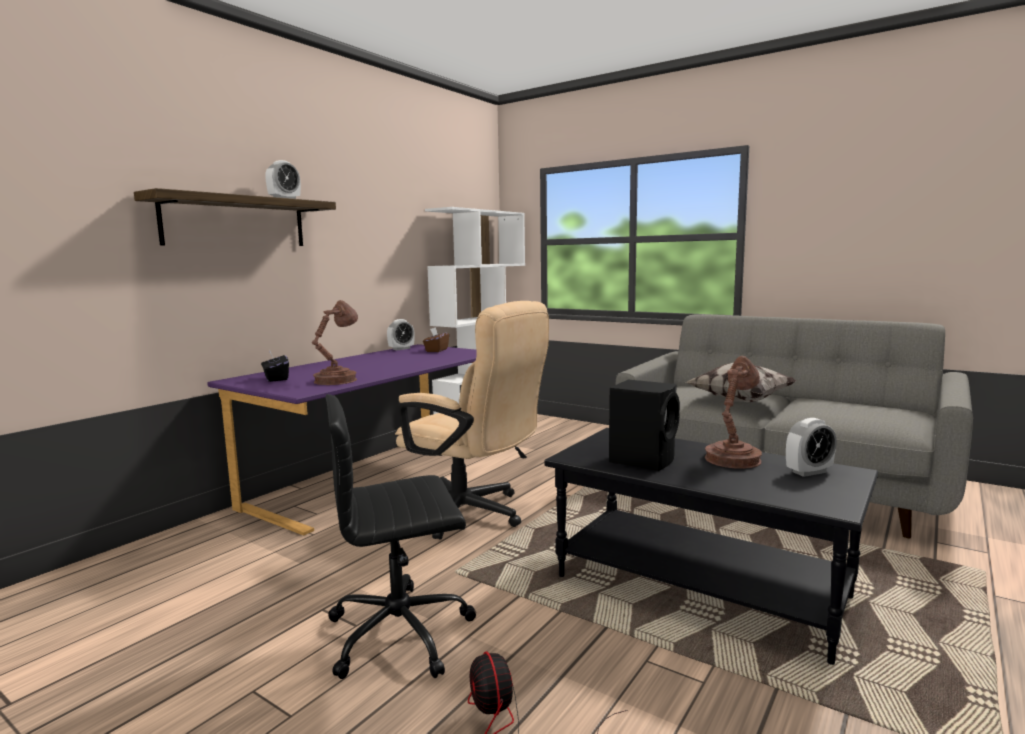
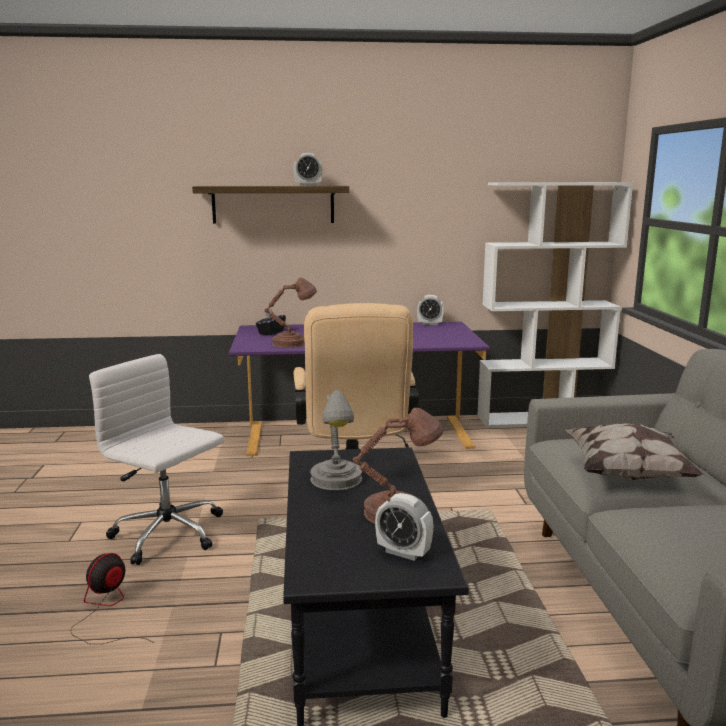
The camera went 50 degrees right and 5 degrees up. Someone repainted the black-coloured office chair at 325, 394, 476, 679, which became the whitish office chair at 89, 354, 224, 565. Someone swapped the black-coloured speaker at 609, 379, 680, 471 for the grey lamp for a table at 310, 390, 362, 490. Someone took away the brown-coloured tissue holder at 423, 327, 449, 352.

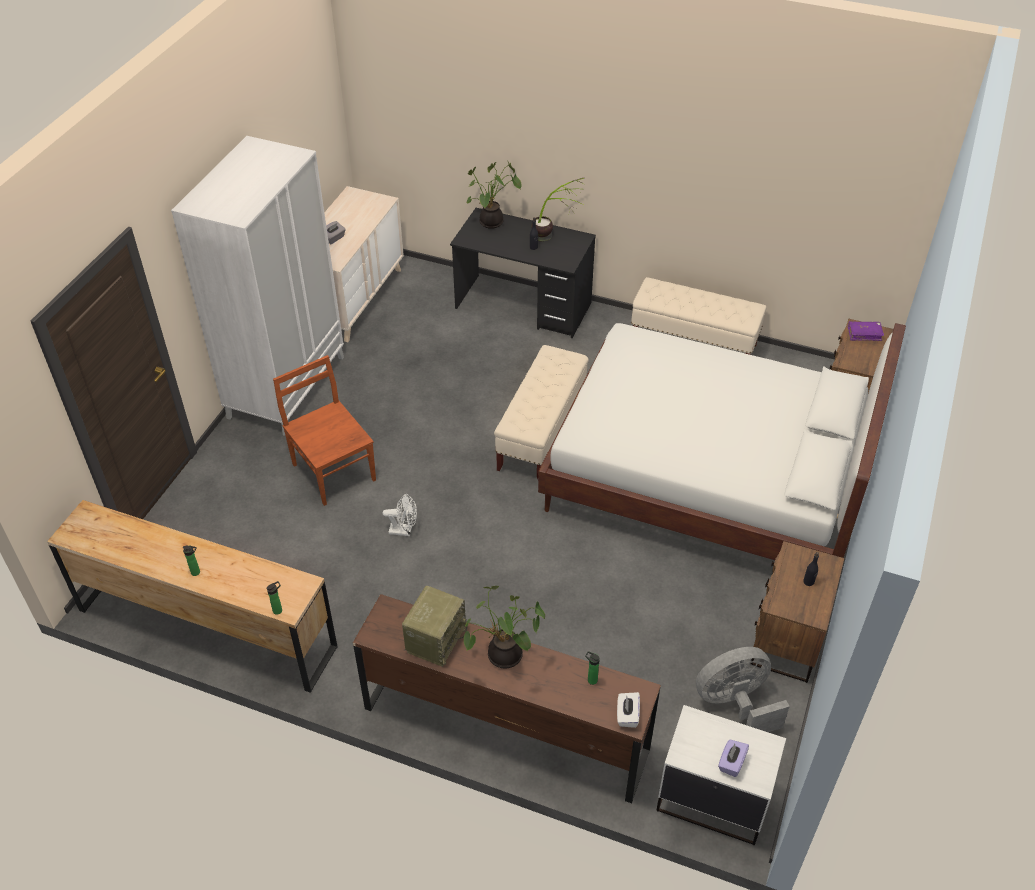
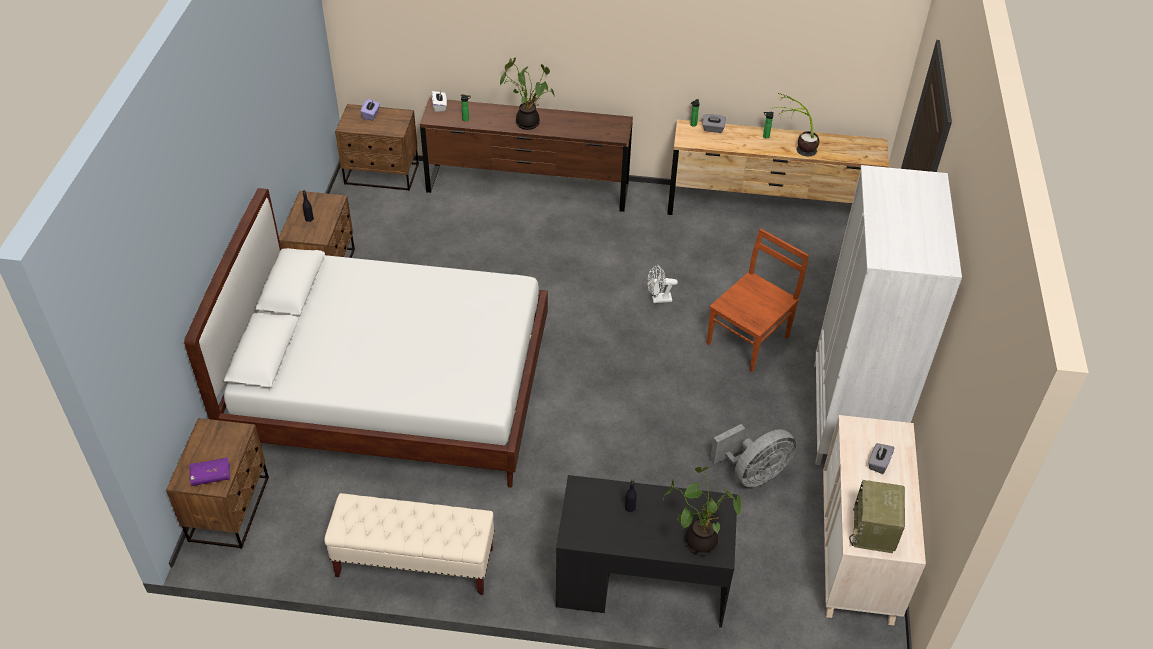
The camera went 165 degrees right and 0 degrees up. Someone repainted the whitish night table at 656, 705, 786, 845, which became the brown-coloured night table at 335, 104, 419, 191. Someone put down the grey tissue holder at 703, 114, 726, 133. Someone rotated the brown-coloured upright chair at 273, 355, 376, 506 by 90 degrees counterclockwise. Someone carried the grey electric fan from 696, 647, 790, 732 to 710, 424, 797, 487. Someone carried the plant in a pot from 531, 178, 584, 241 to 774, 93, 819, 156. Someone carried the radio set from 402, 586, 468, 667 to 849, 480, 905, 553. Someone took away the beige-coloured long seat at 494, 345, 589, 479.

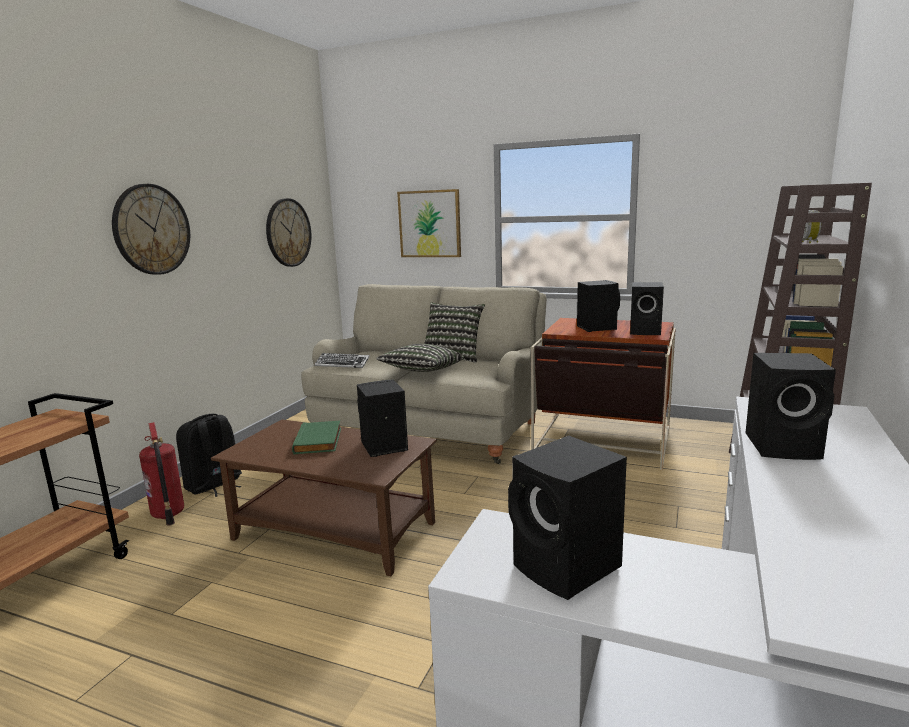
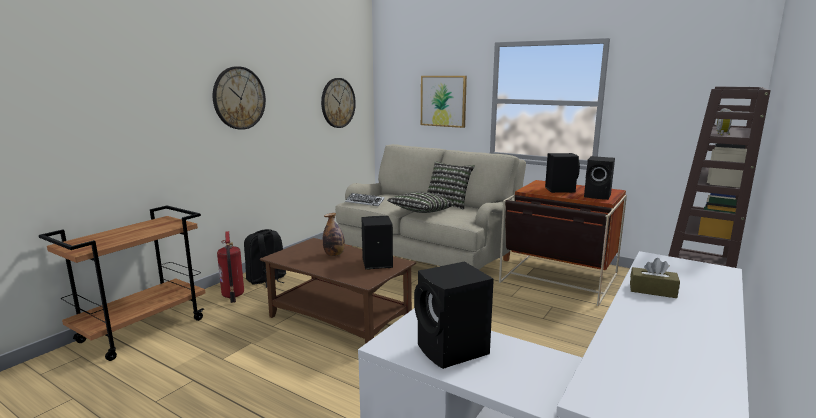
The camera went 10 degrees right and 0 degrees up. Someone swapped the green-coloured bound book at 292, 421, 341, 454 for the beverage bottle at 323, 213, 345, 256. Someone swapped the black-coloured speaker at 746, 353, 836, 460 for the brown-coloured tissue holder at 630, 258, 680, 298.

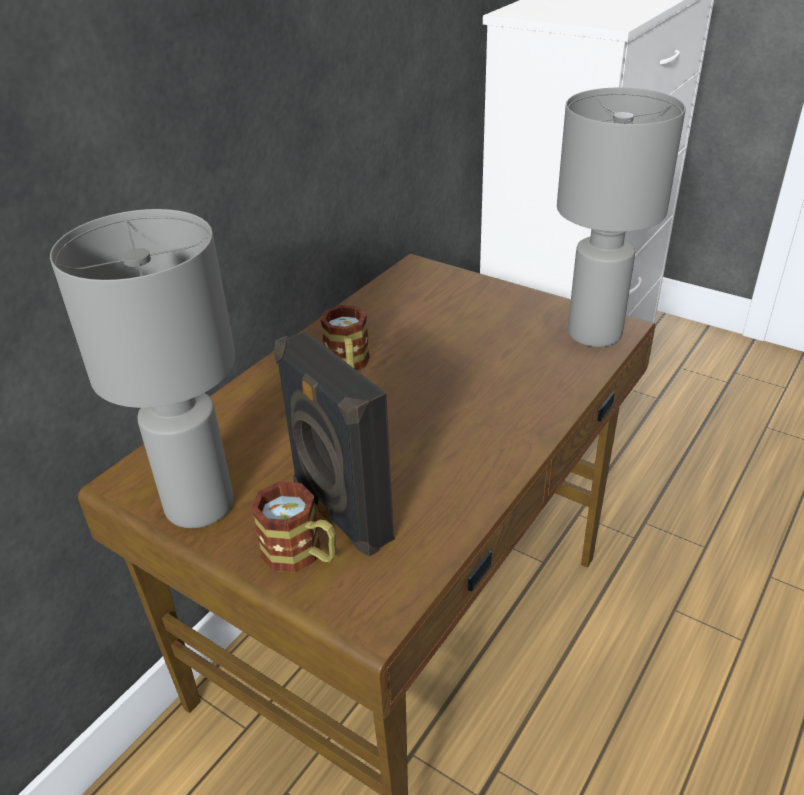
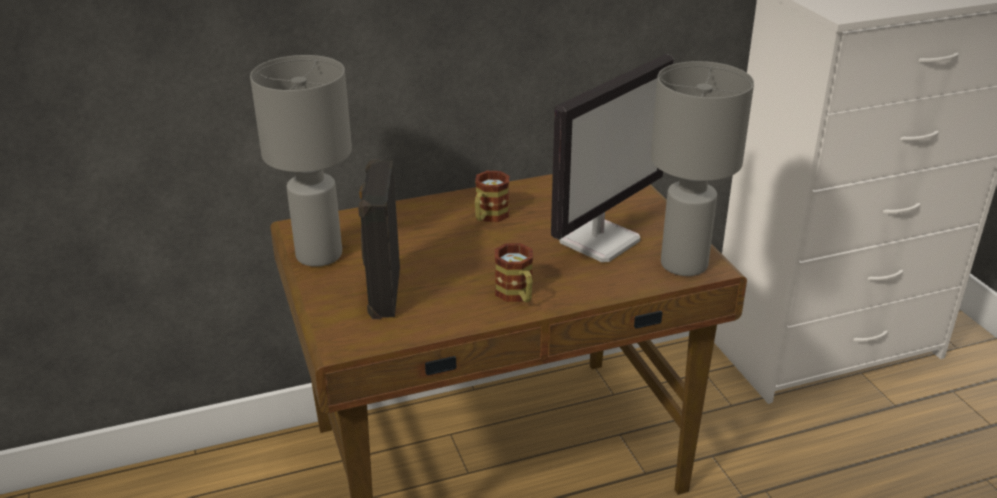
The camera went 35 degrees right and 5 degrees down. Someone carried the mug from 251, 481, 336, 573 to 495, 243, 533, 302. Someone put down the monitor at 551, 54, 674, 262.

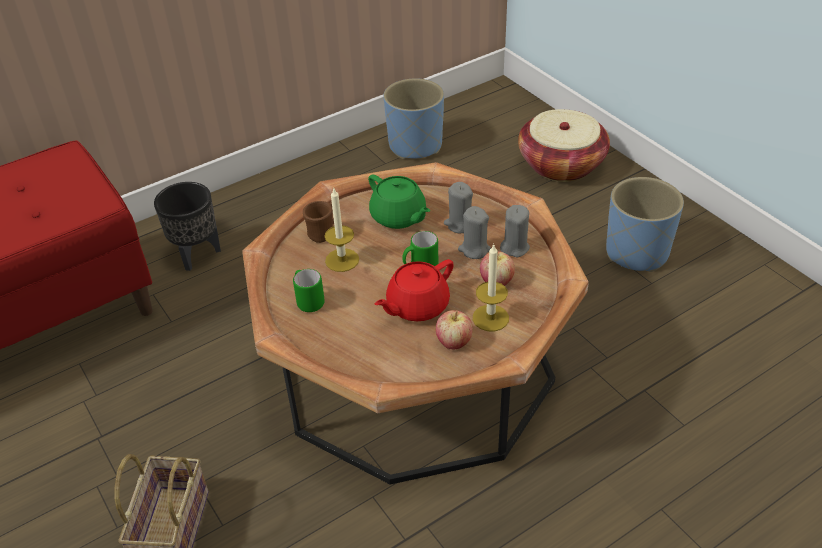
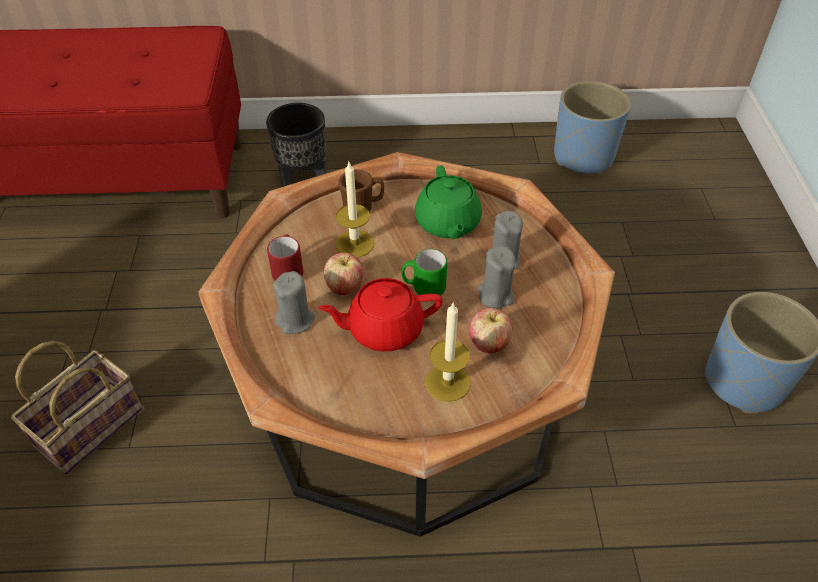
The camera went 30 degrees right and 5 degrees up. Someone repainted the green-coloured mug at 293, 269, 325, 312, which became the red mug at 267, 234, 303, 281. Someone carried the grey wax light from 500, 205, 530, 257 to 273, 271, 315, 334. Someone carried the apple fruit from 436, 310, 472, 349 to 324, 252, 363, 295. Someone took away the storage basket at 518, 109, 610, 182.

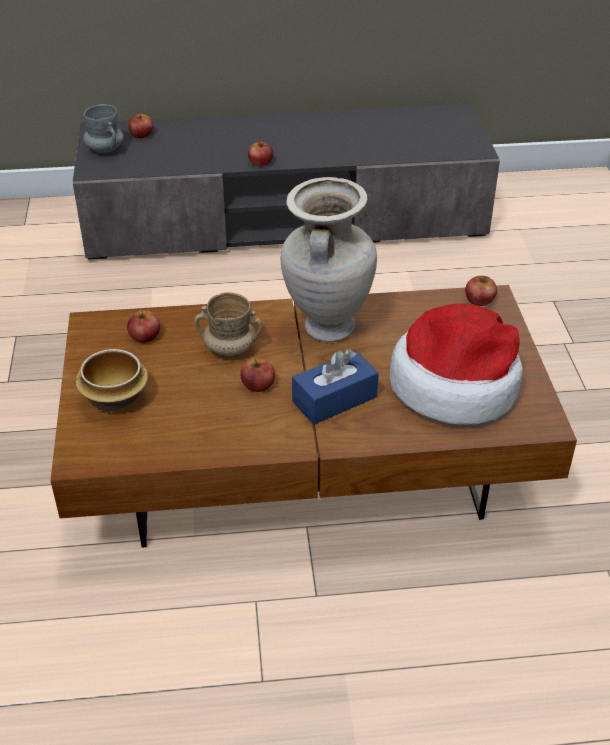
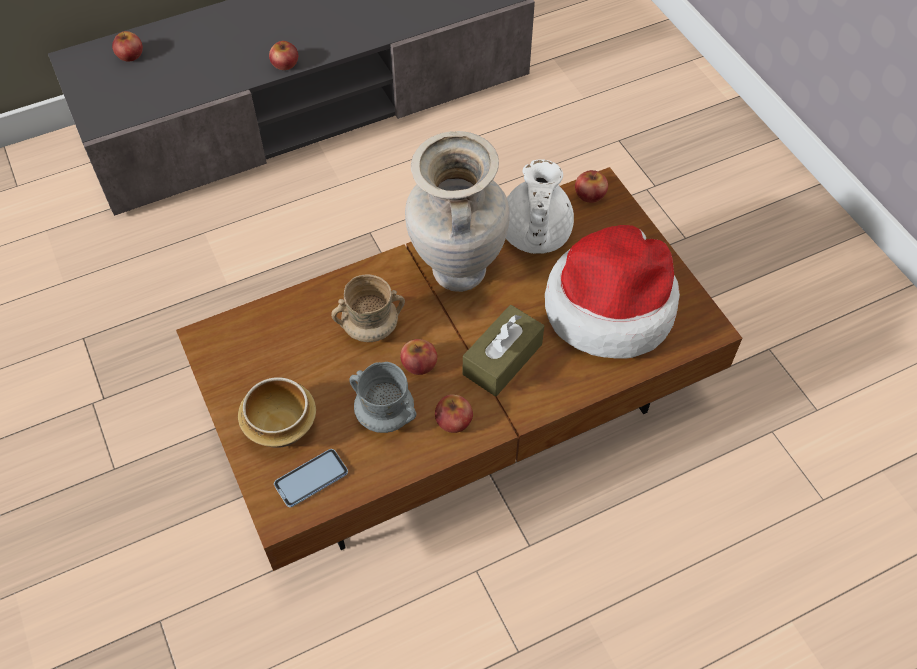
The camera went 20 degrees left and 15 degrees up. Someone put down the telephone at 274, 449, 348, 507. Someone carried the grey mug from 83, 104, 124, 154 to 349, 362, 417, 433. Someone carried the apple fruit from 127, 310, 160, 343 to 435, 394, 473, 433. Someone repainted the bluish tissue holder at 292, 349, 379, 425, which became the brown-coloured tissue holder at 463, 305, 544, 396. Someone put down the whitish pot for tea at 506, 159, 574, 254.

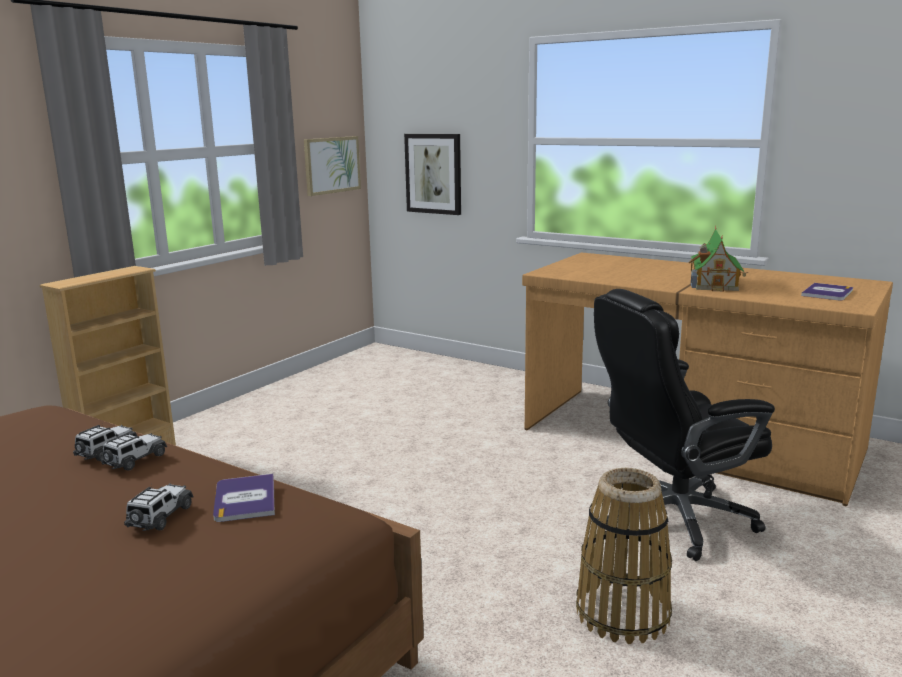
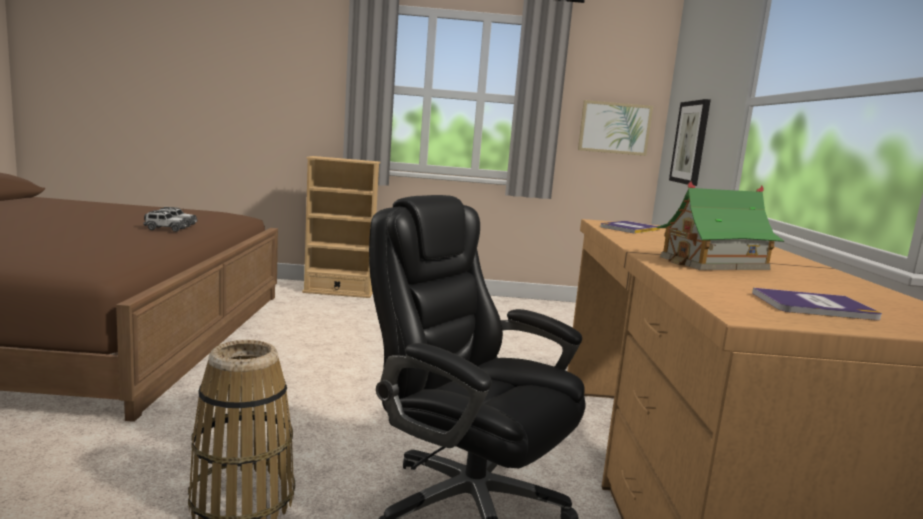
The camera went 55 degrees right and 5 degrees down. Someone carried the bound book from 213, 474, 275, 522 to 601, 221, 660, 234. Someone took away the toy car at 124, 483, 193, 531.

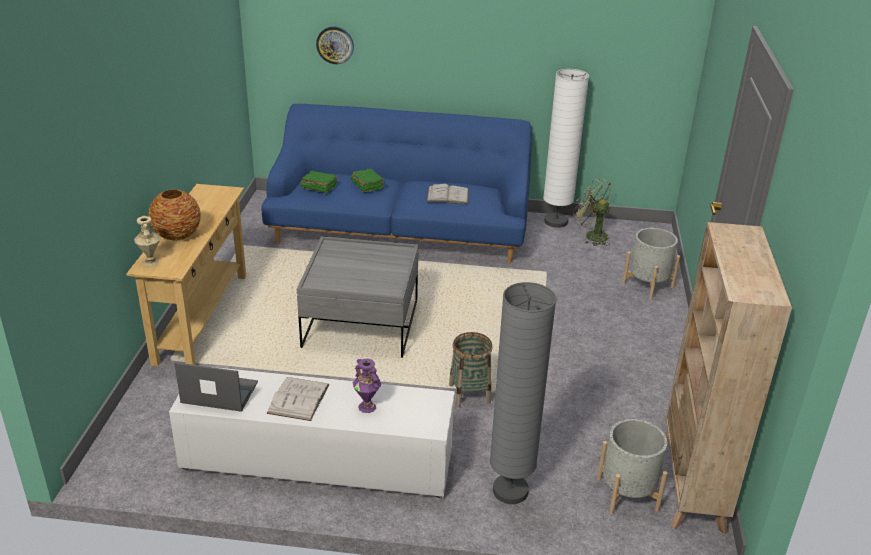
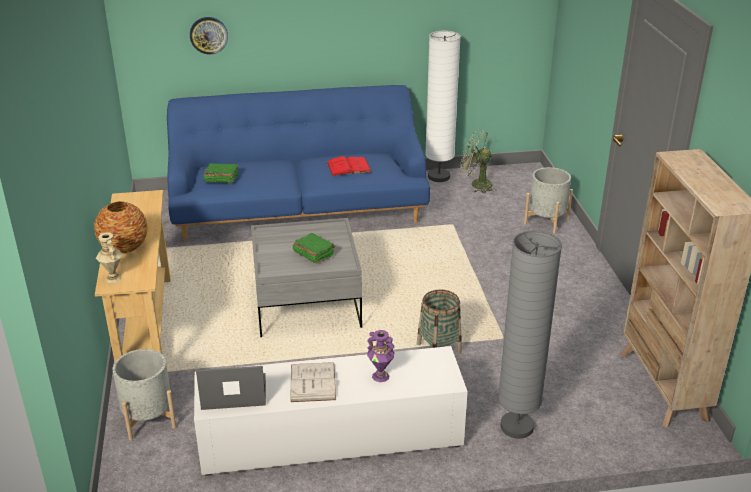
The camera went 15 degrees left and 0 degrees up. Someone carried the grey flower pot from 597, 419, 668, 515 to 113, 349, 176, 440. Someone carried the green-coloured bound book from 351, 169, 385, 192 to 293, 233, 335, 263. Someone repainted the whitish bound book at 427, 184, 469, 204, which became the red bound book at 327, 156, 372, 176.

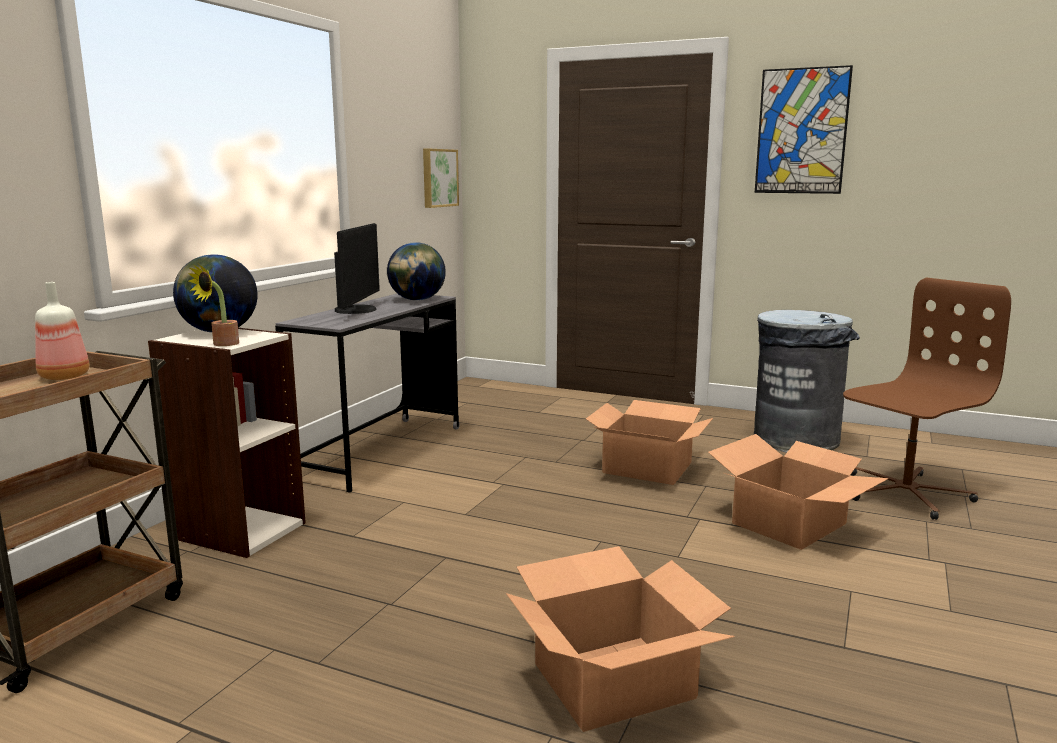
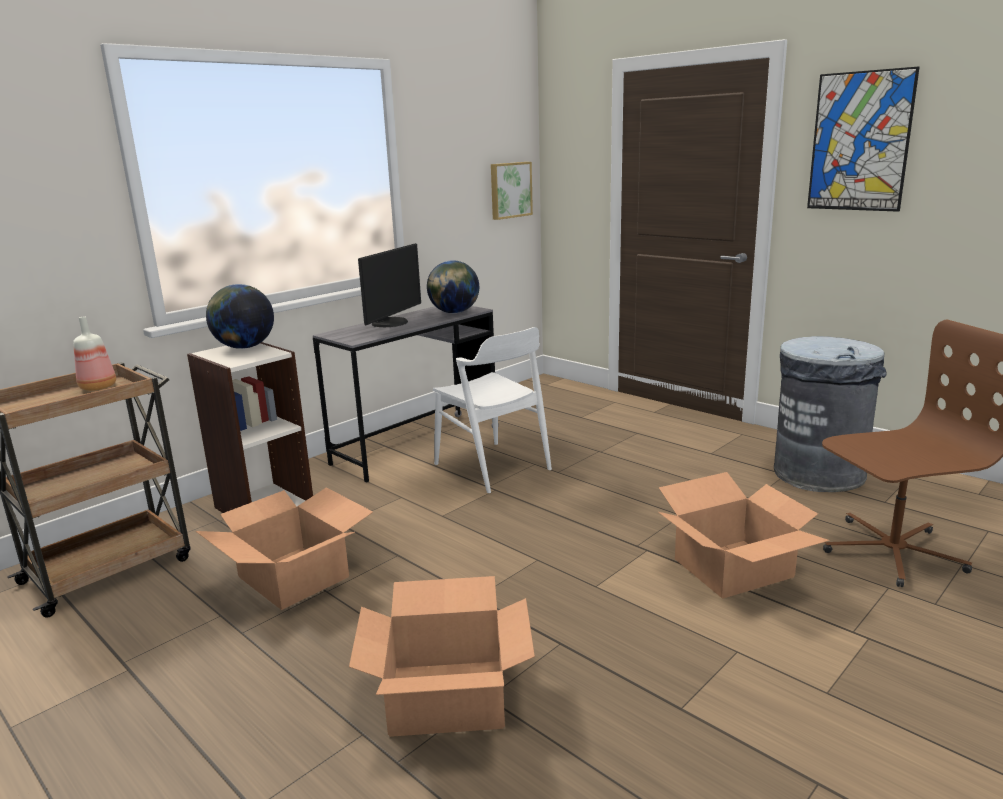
The camera went 20 degrees right and 5 degrees up. Someone carried the packing box from 586, 400, 713, 485 to 195, 487, 373, 610. Someone put down the whitish upright chair at 433, 327, 552, 493. Someone took away the plant in a pot at 188, 264, 239, 346.

